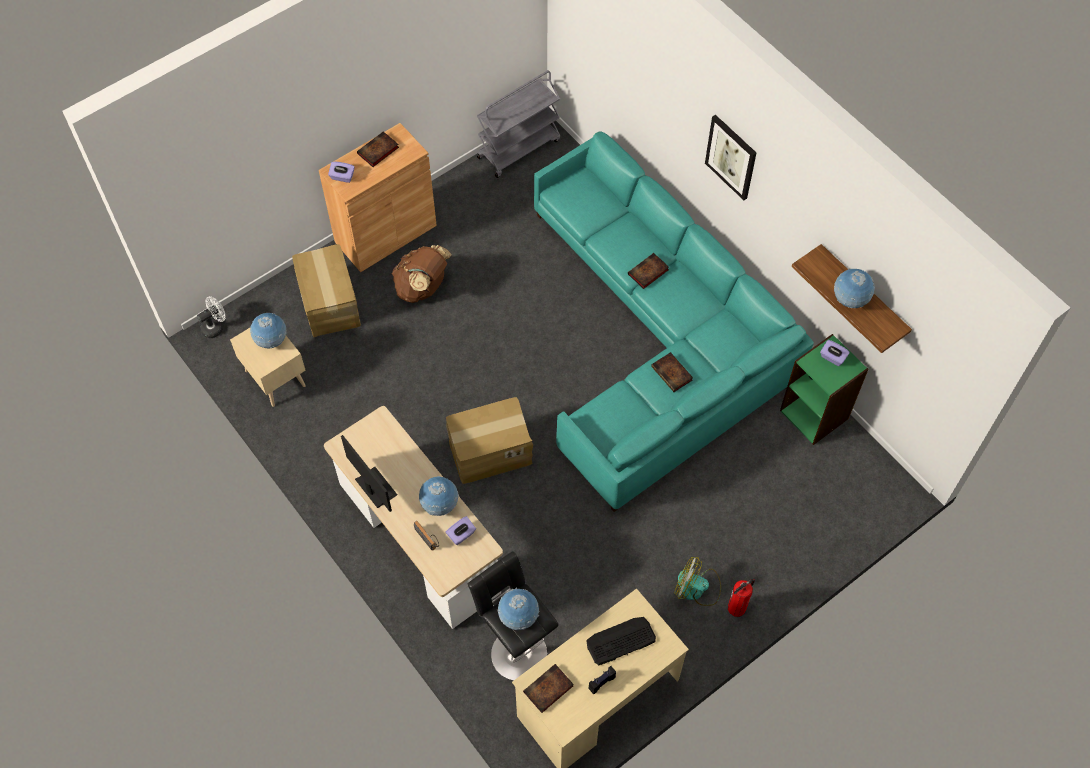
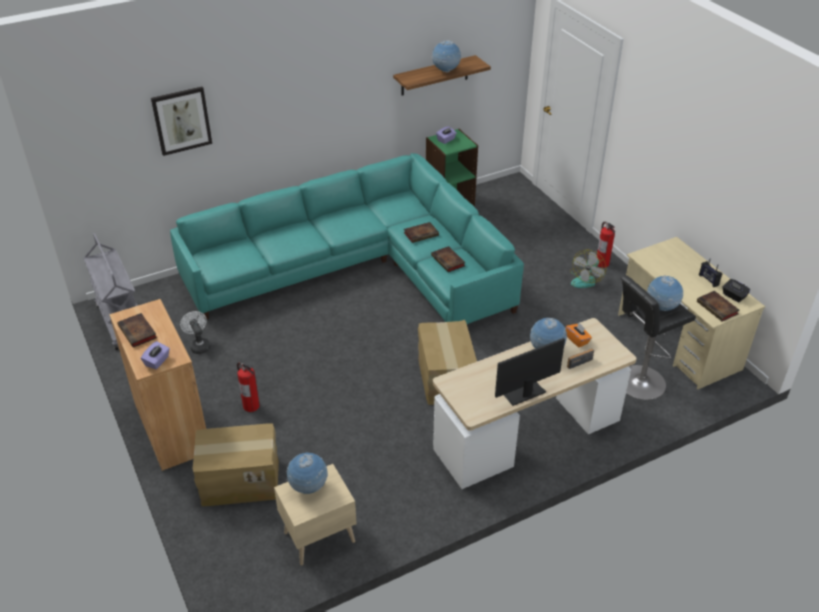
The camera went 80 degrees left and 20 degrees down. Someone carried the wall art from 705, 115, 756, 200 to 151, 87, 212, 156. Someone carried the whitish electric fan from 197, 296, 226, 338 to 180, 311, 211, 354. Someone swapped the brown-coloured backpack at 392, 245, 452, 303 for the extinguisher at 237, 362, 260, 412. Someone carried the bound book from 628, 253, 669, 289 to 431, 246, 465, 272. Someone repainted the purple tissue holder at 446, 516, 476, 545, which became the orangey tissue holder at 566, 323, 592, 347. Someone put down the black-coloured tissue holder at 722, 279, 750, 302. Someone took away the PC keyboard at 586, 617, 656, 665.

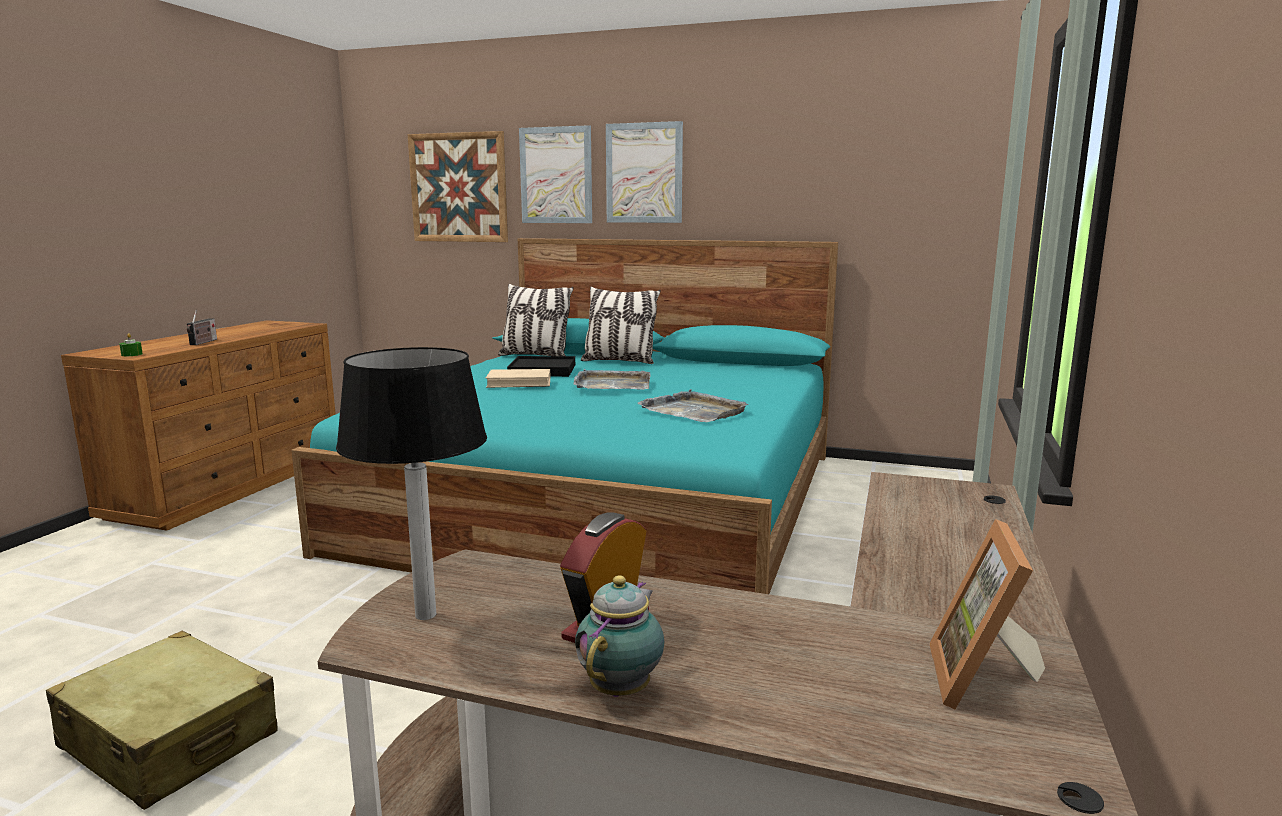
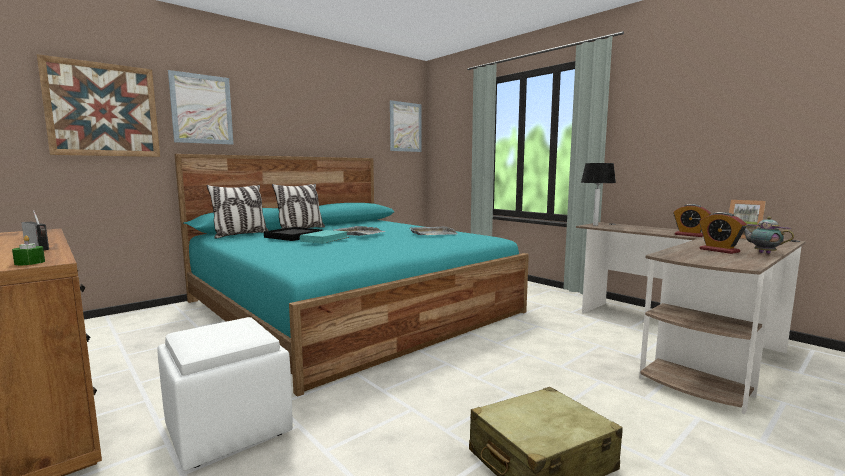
The camera went 60 degrees left and 5 degrees down. Someone put down the whitish ottoman at 157, 317, 293, 471. Someone repainted the beige-coloured bound book at 486, 369, 550, 388, which became the blue-green bound book at 300, 230, 349, 244. Someone carried the wall art from 606, 121, 683, 223 to 390, 100, 421, 152. Someone carried the lamp for a table from 336, 347, 487, 620 to 581, 163, 616, 226. Someone put down the table clock at 673, 204, 711, 237.

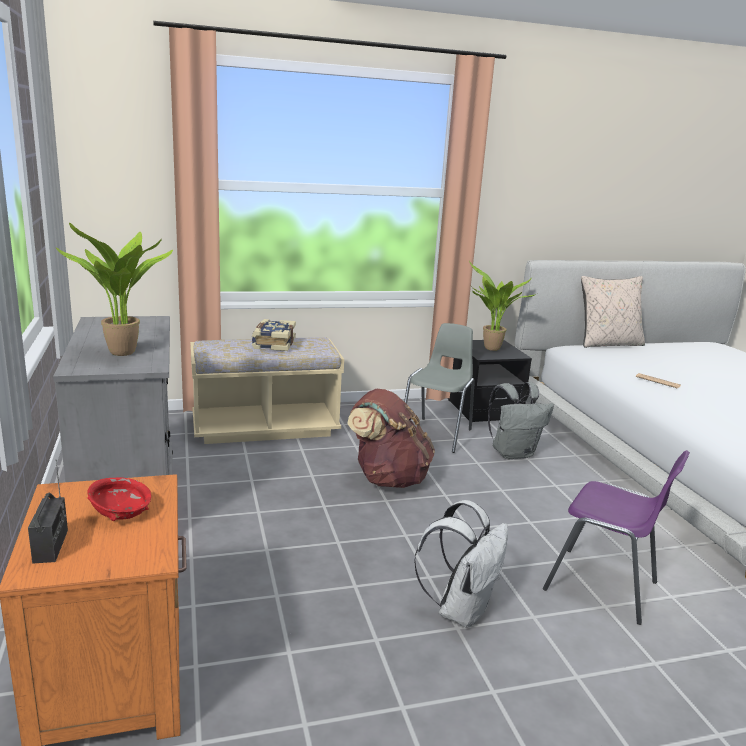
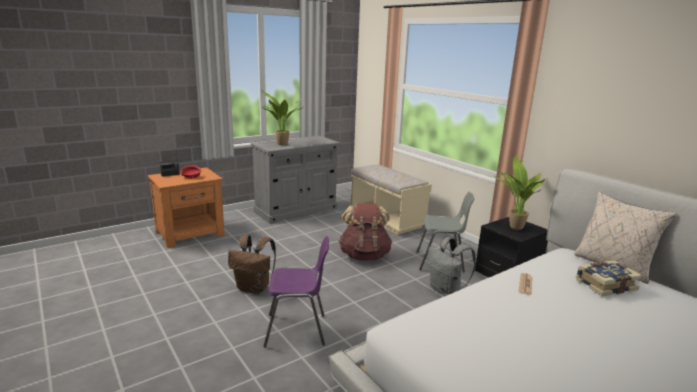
The camera went 70 degrees right and 0 degrees up. Someone repainted the whitish backpack at 414, 500, 508, 628, which became the brown-coloured backpack at 228, 235, 276, 294. Someone rotated the purple upright chair at 543, 450, 690, 625 by 105 degrees counterclockwise. Someone carried the bound book from 252, 319, 296, 351 to 576, 261, 642, 296.

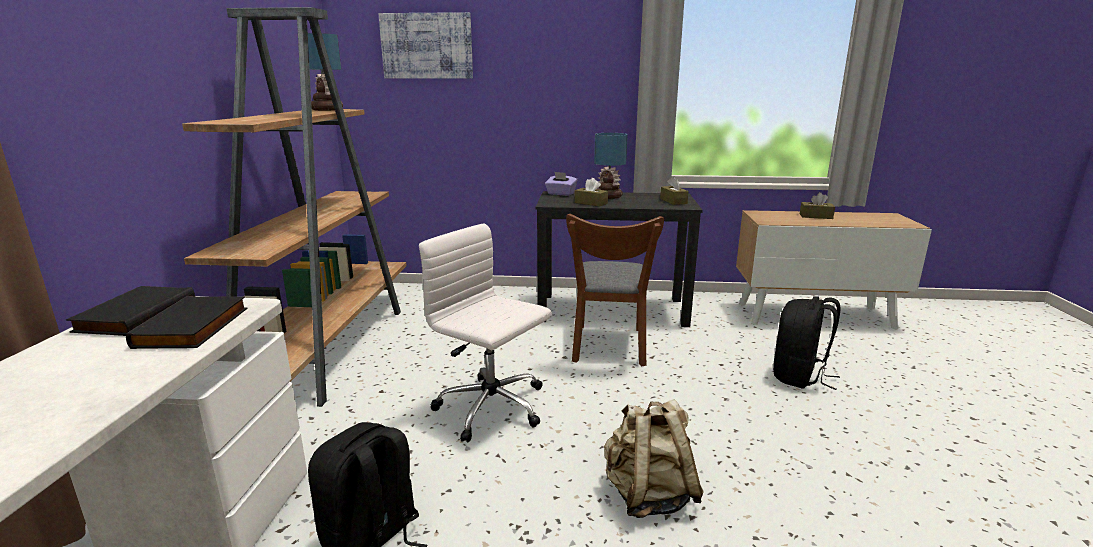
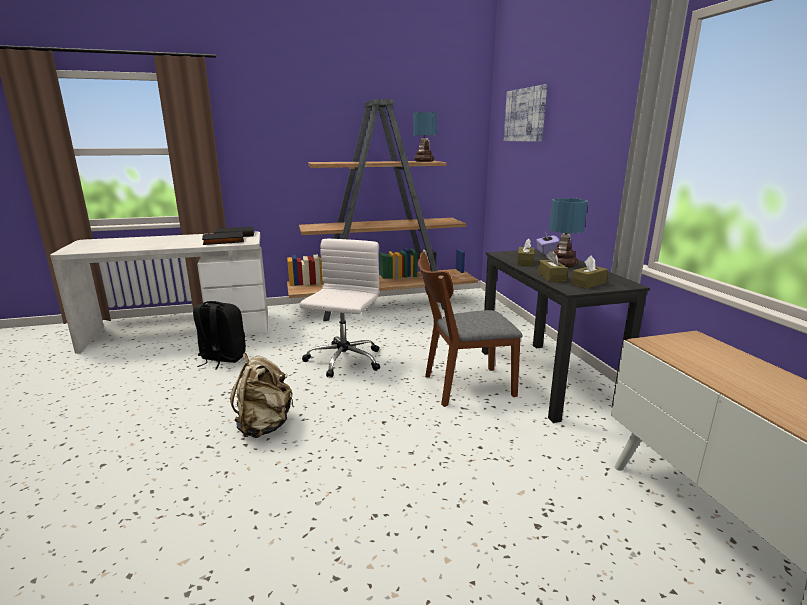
The camera went 70 degrees right and 0 degrees up. Someone carried the brown-coloured tissue holder from 800, 192, 835, 219 to 538, 250, 568, 282. Someone took away the black-coloured backpack at 773, 296, 840, 390.

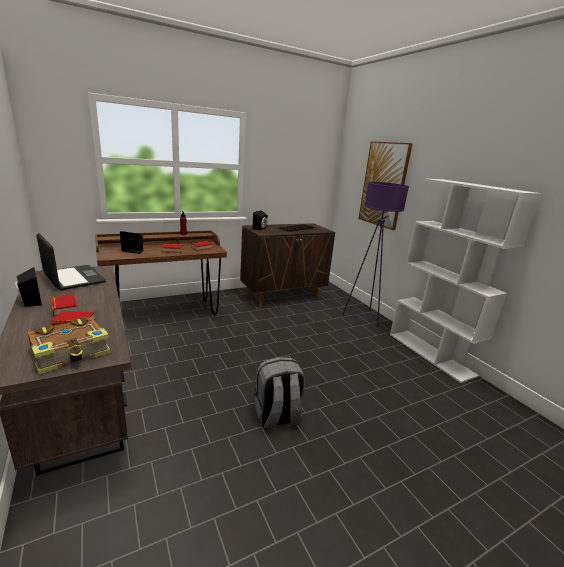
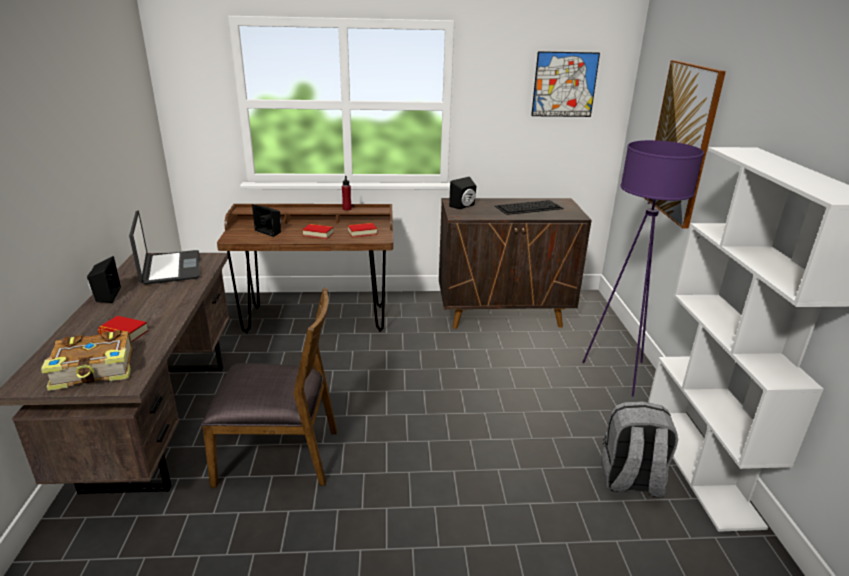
The camera went 25 degrees right and 5 degrees up. Someone put down the brown-coloured upright chair at 202, 287, 337, 488. Someone put up the wall art at 531, 51, 600, 117. Someone carried the grey backpack from 254, 357, 305, 429 to 601, 401, 678, 498. Someone took away the bound book at 52, 295, 78, 316.

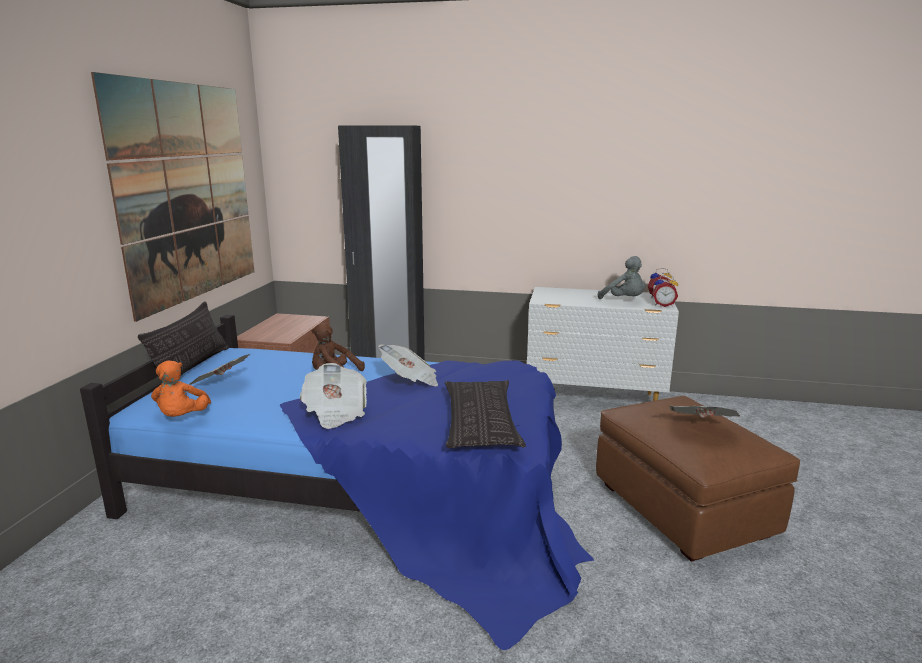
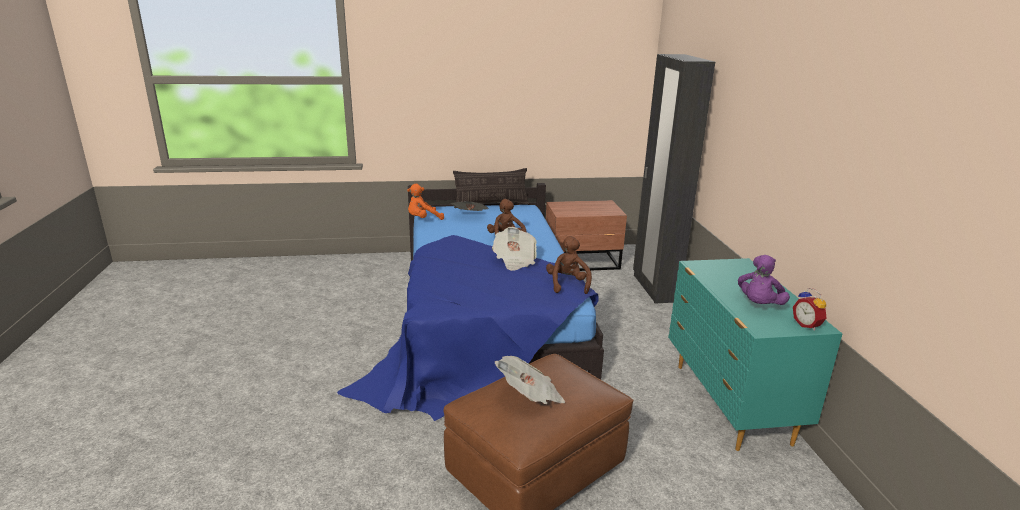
The camera went 70 degrees right and 5 degrees up. Someone put down the brown-coloured plush toy at 546, 236, 592, 294. Someone repainted the whitish chest of drawers at 527, 287, 679, 401, which became the blue-green chest of drawers at 668, 258, 842, 451. Someone repainted the grey plush toy at 598, 256, 645, 299, which became the purple plush toy at 738, 255, 790, 305. Someone took away the wall art at 91, 72, 254, 322. Someone took away the printed paper at 299, 363, 367, 429. Someone took away the throw pillow at 445, 380, 526, 448. Someone took away the table clock at 652, 274, 678, 307.

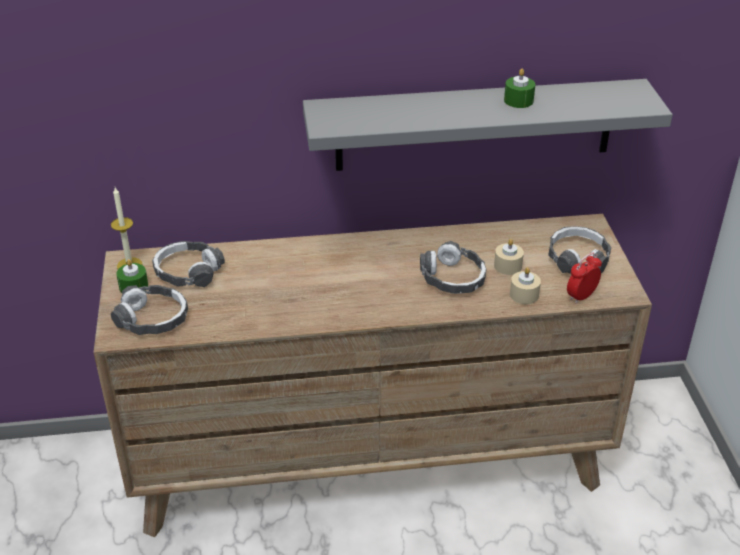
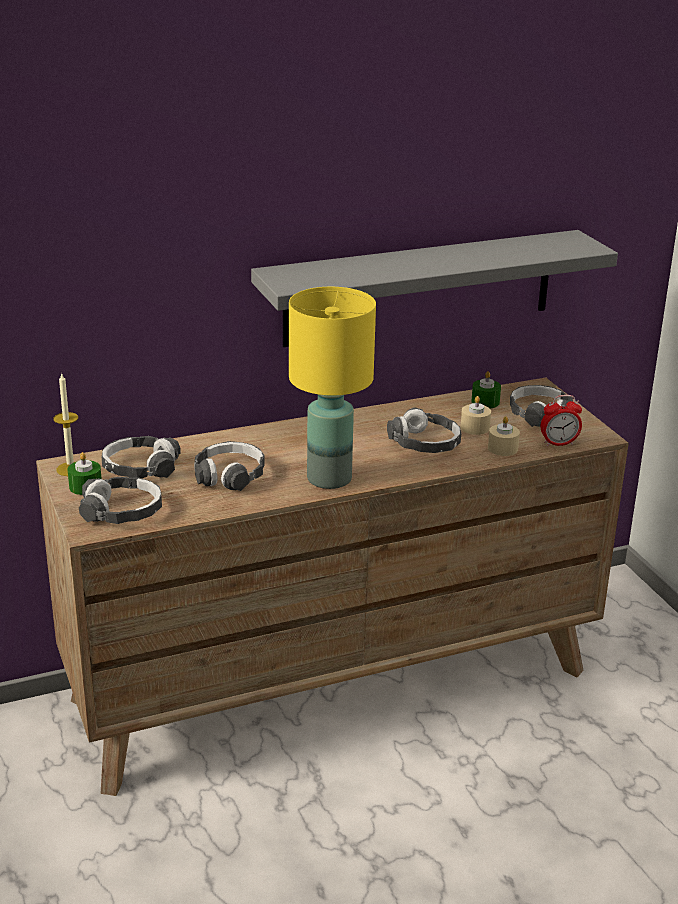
The camera went 15 degrees left and 10 degrees down. Someone put down the pair of headphones at 194, 441, 264, 491. Someone put down the yellowish lamp for a table at 289, 287, 376, 489. Someone carried the green-coloured wax light from 504, 69, 535, 108 to 471, 371, 501, 408. Someone rotated the table clock at 567, 253, 602, 304 by 135 degrees counterclockwise.

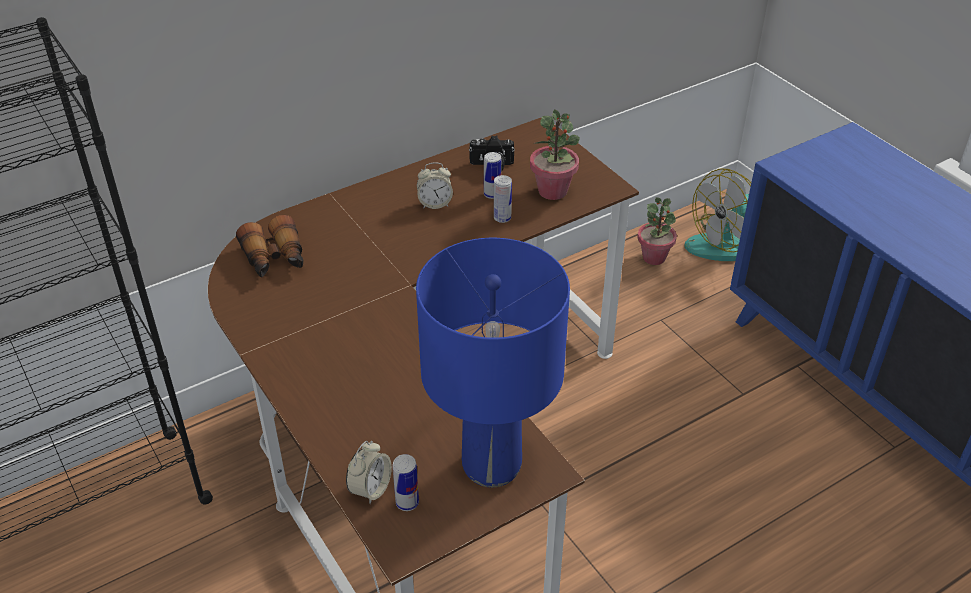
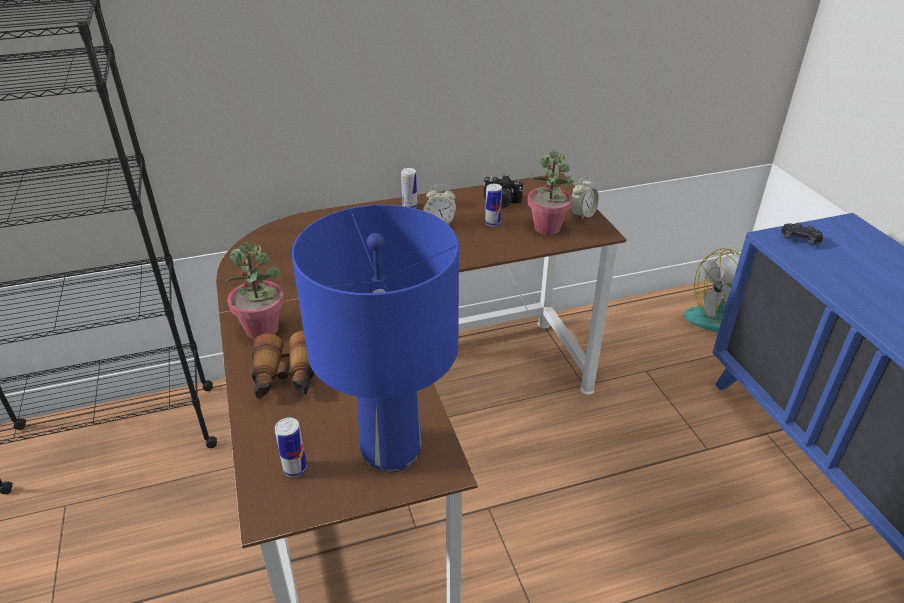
The camera went 15 degrees right and 5 degrees down. Someone carried the plant in a pot from 637, 197, 677, 265 to 226, 241, 284, 339. Someone carried the field glasses from 236, 215, 304, 277 to 252, 331, 314, 399. Someone carried the metal can from 494, 175, 512, 223 to 401, 168, 417, 208. Someone carried the table clock from 346, 441, 392, 504 to 570, 176, 599, 221. Someone put down the black-coloured game controller at 781, 223, 823, 246.

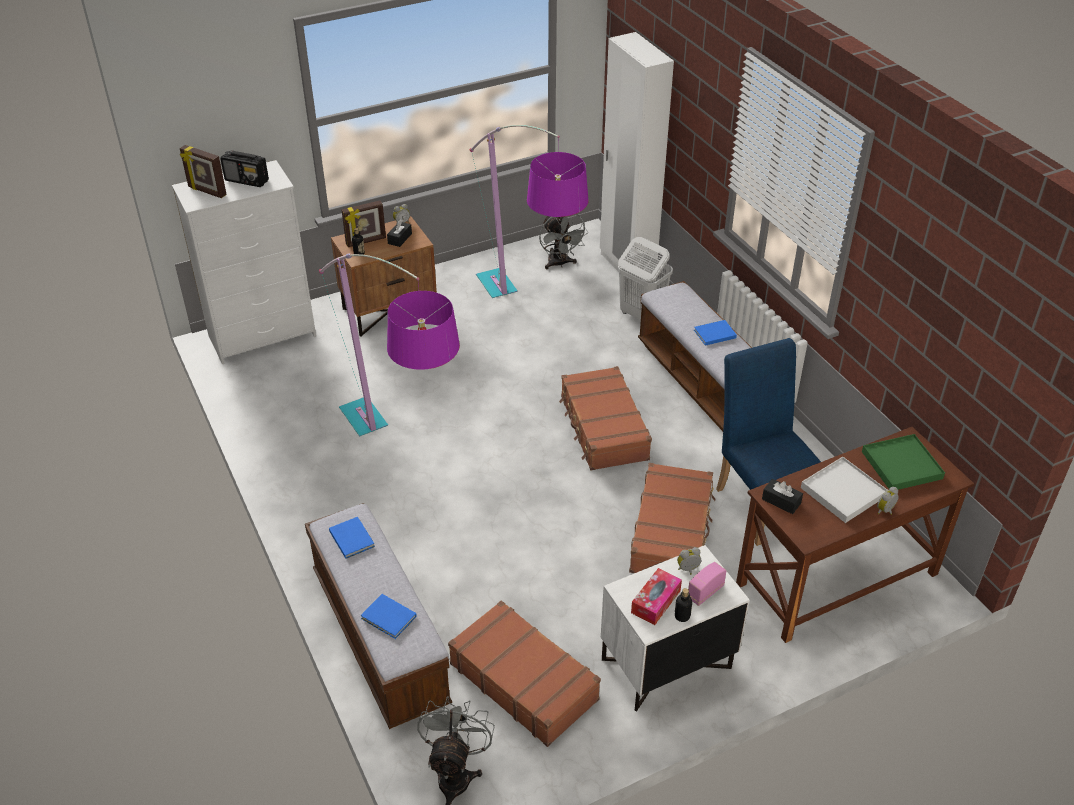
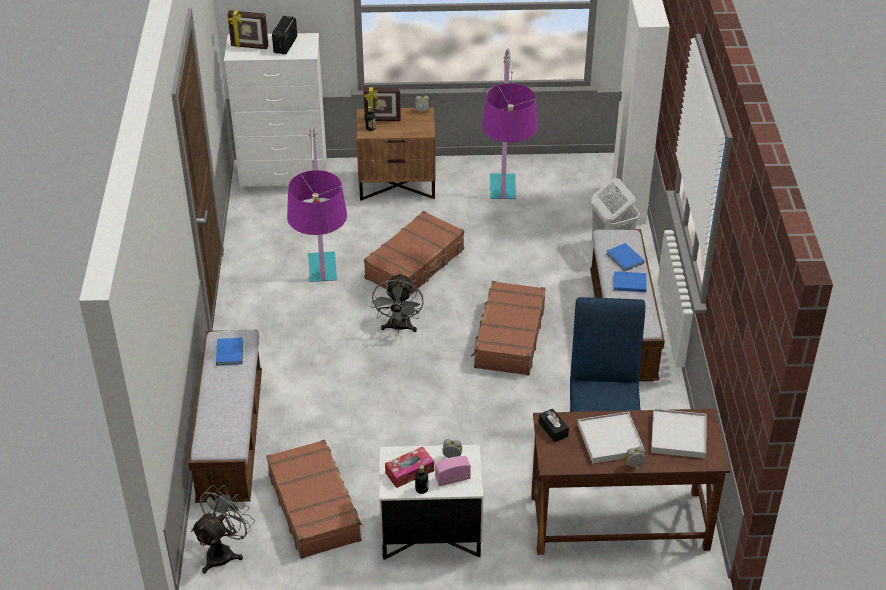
The camera went 25 degrees right and 0 degrees up. Someone rotated the standing frame at 180, 145, 227, 198 by 45 degrees counterclockwise. Someone rotated the radio set at 220, 150, 269, 187 by 60 degrees clockwise. Someone carried the brown-coloured suitcase from 629, 463, 715, 573 to 364, 211, 464, 294. Someone carried the grey electric fan from 539, 214, 588, 269 to 371, 273, 424, 333. Someone carried the bluish bound book from 360, 594, 417, 639 to 606, 243, 644, 271. Someone repainted the green-coloured serving tray at 862, 434, 945, 490, which became the whitish serving tray at 651, 409, 707, 458. Someone took away the black-coloured tissue holder at 387, 219, 412, 247.

